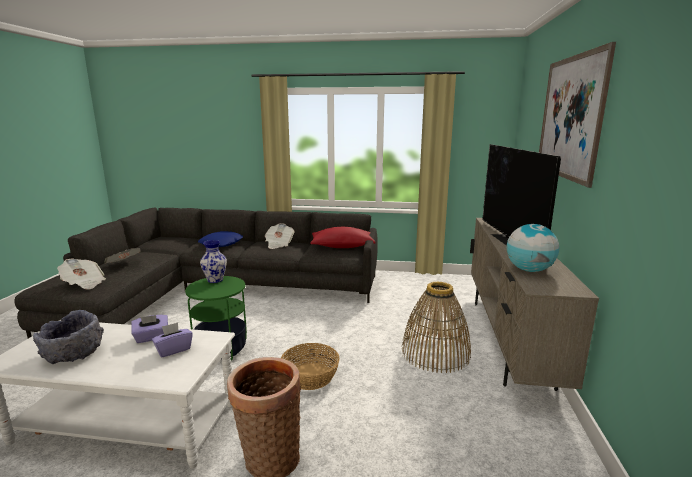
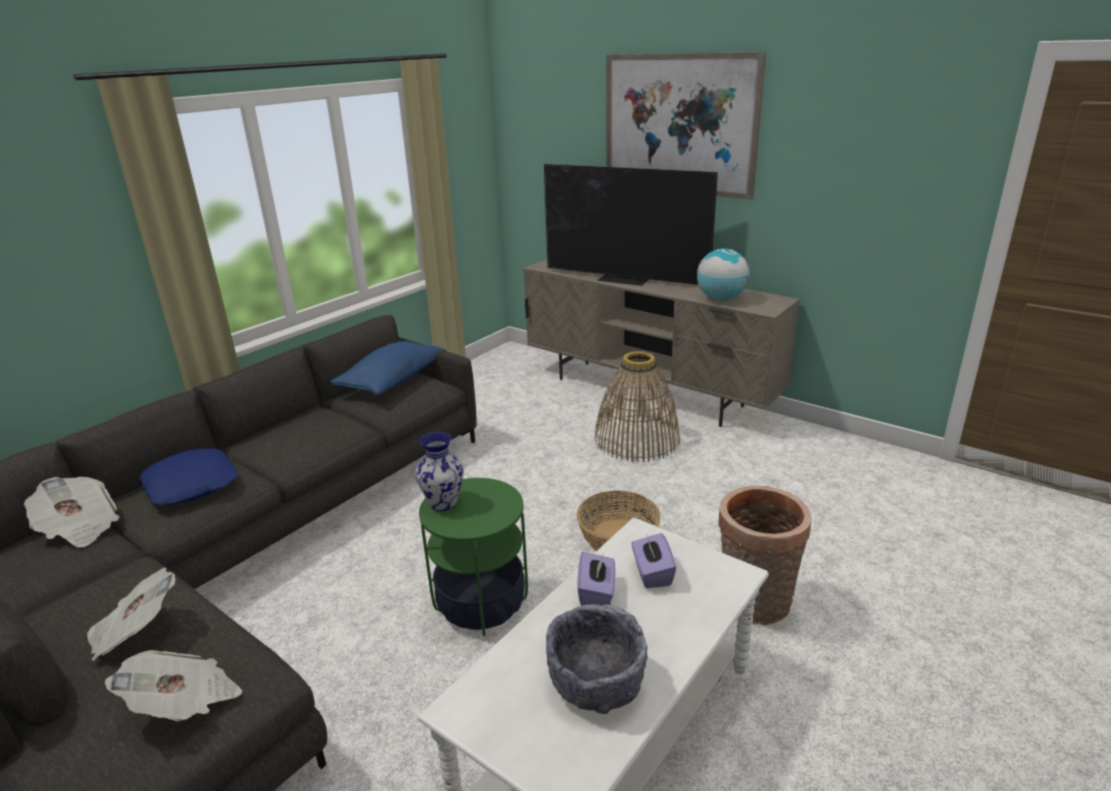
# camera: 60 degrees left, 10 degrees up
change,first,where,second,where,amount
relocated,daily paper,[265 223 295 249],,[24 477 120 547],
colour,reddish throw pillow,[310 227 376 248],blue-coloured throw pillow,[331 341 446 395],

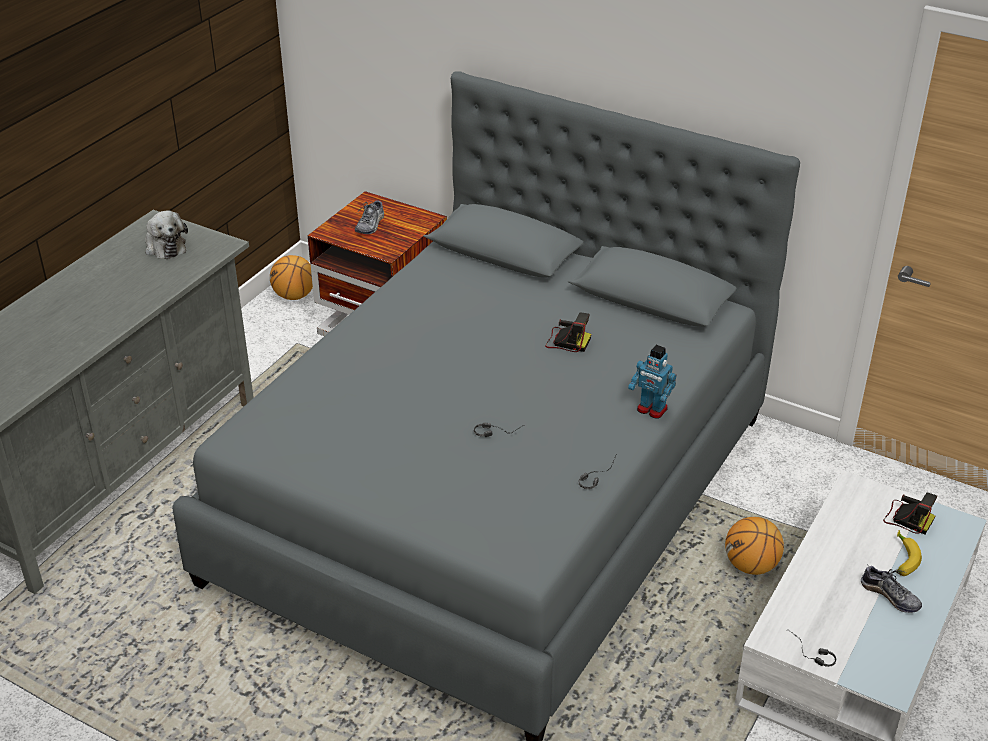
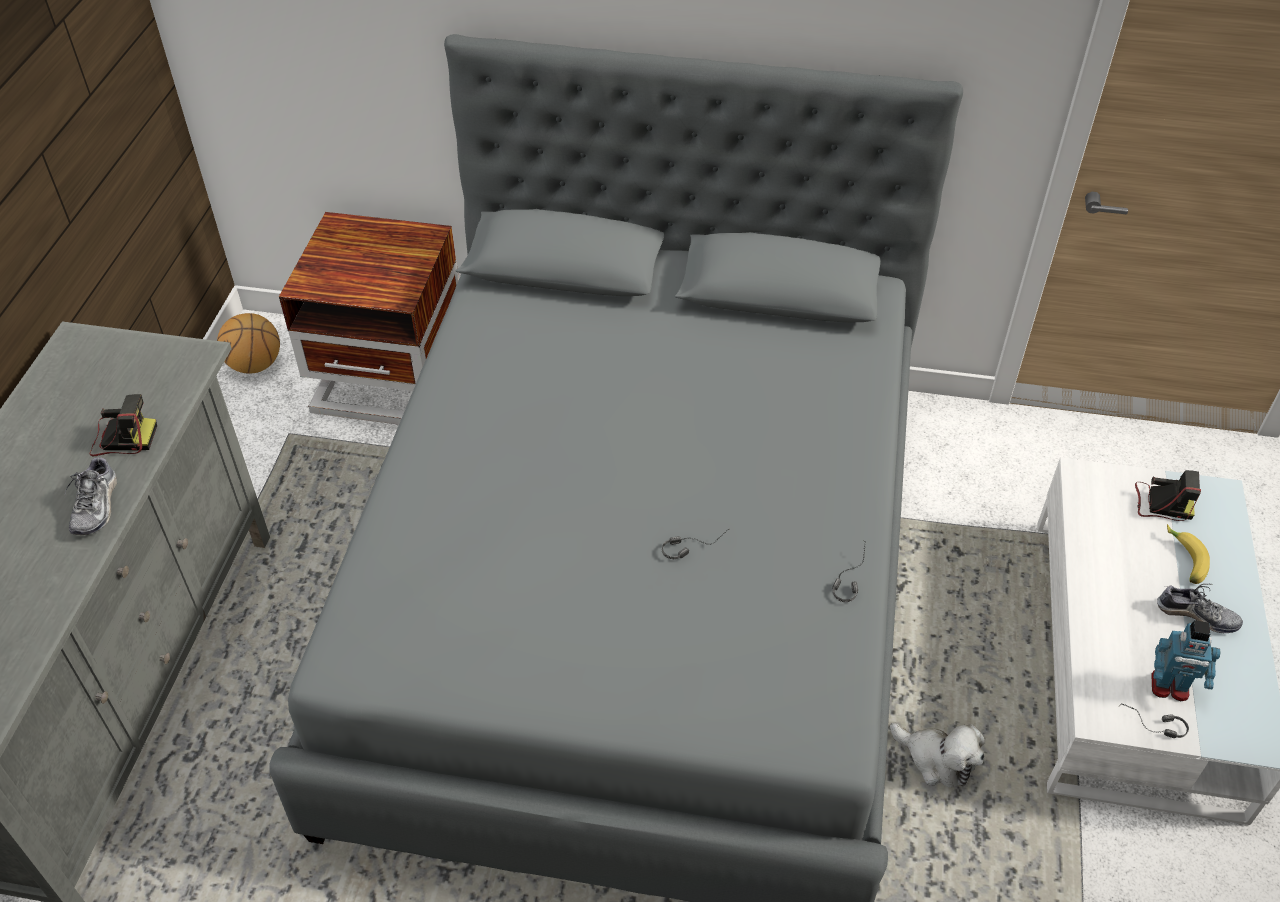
# camera: 20 degrees left, 10 degrees up
change,first,where,second,where,amount
relocated,soft toy,[145 211 188 259],,[890 723 985 787],
relocated,item of footwear,[355 199 384 234],,[64 454 117 535],
relocated,photo camera,[545 313 591 352],,[90 394 157 456],
relocated,model robot,[628 345 677 419],,[1151 620 1221 701],
missing,basketball ball,[725 517 784 575],,,

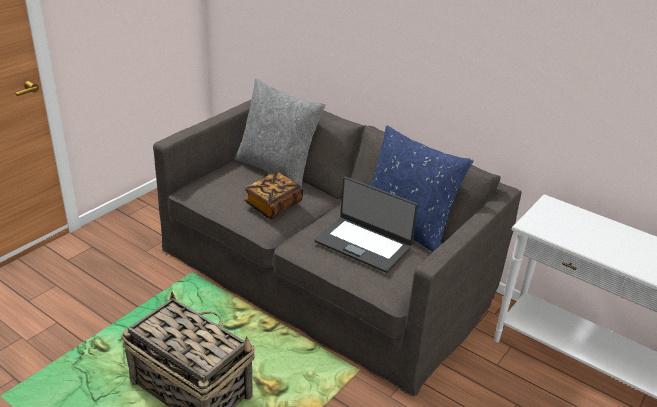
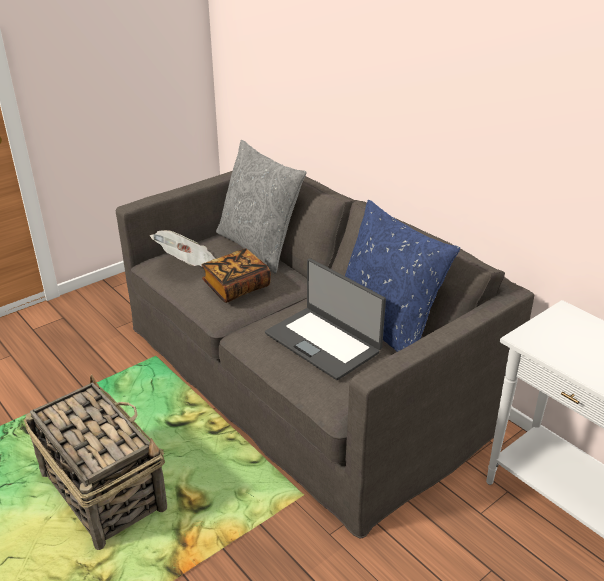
# camera: 15 degrees right, 0 degrees up
change,first,where,second,where,amount
appeared,,,daily paper,[150 230 216 266],

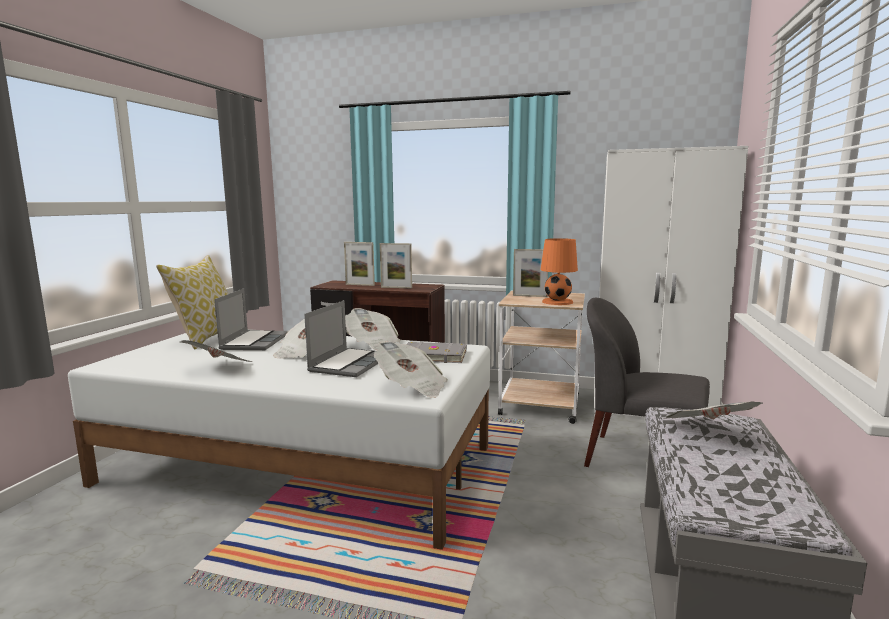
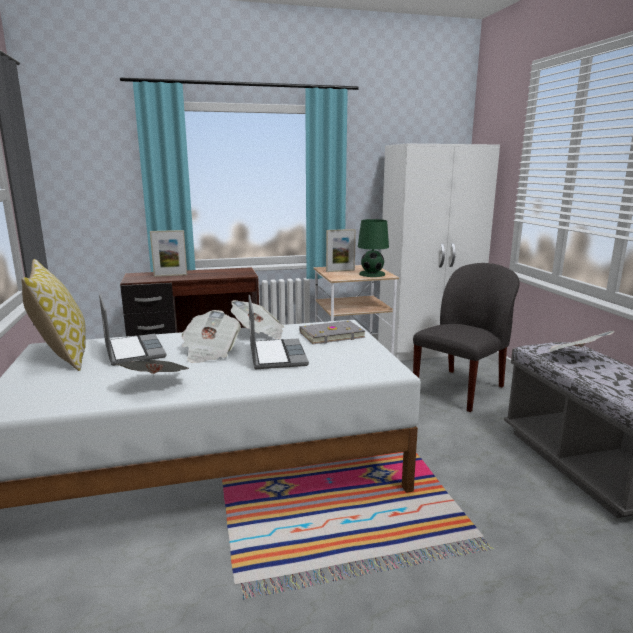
# camera: 30 degrees left, 5 degrees up
change,first,where,second,where,amount
missing,daily paper,[374 341 448 398],,,
missing,picture frame,[380 243 412 288],,,
colour,orange-coloured table lamp,[541 238 578 305],green table lamp,[358 219 389 277],
spun,grey upright chair,[584 298 710 467],,[413 263 520 412],135 degrees clockwise

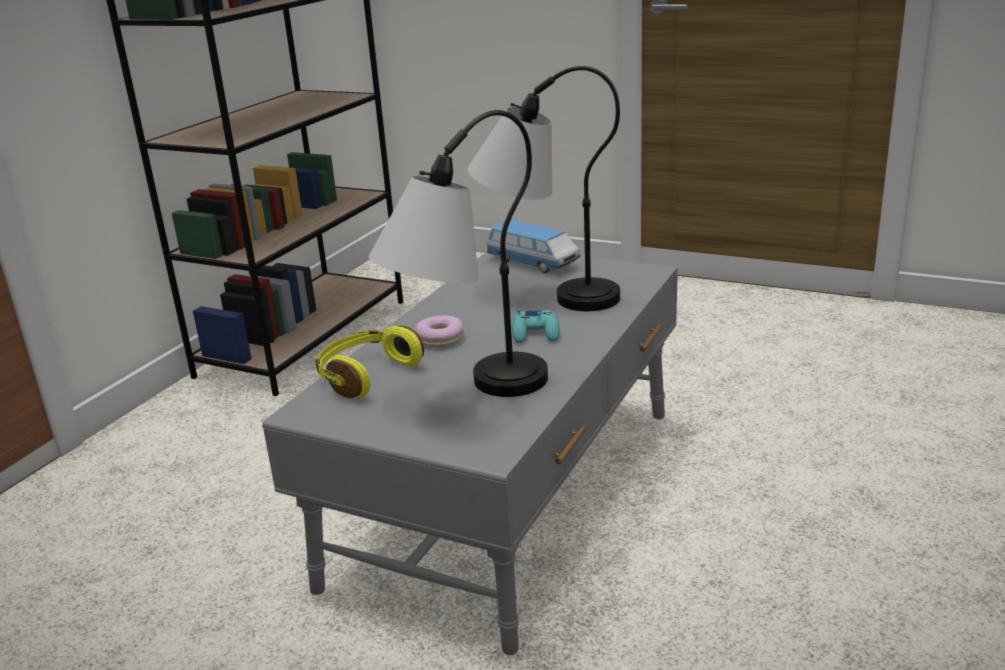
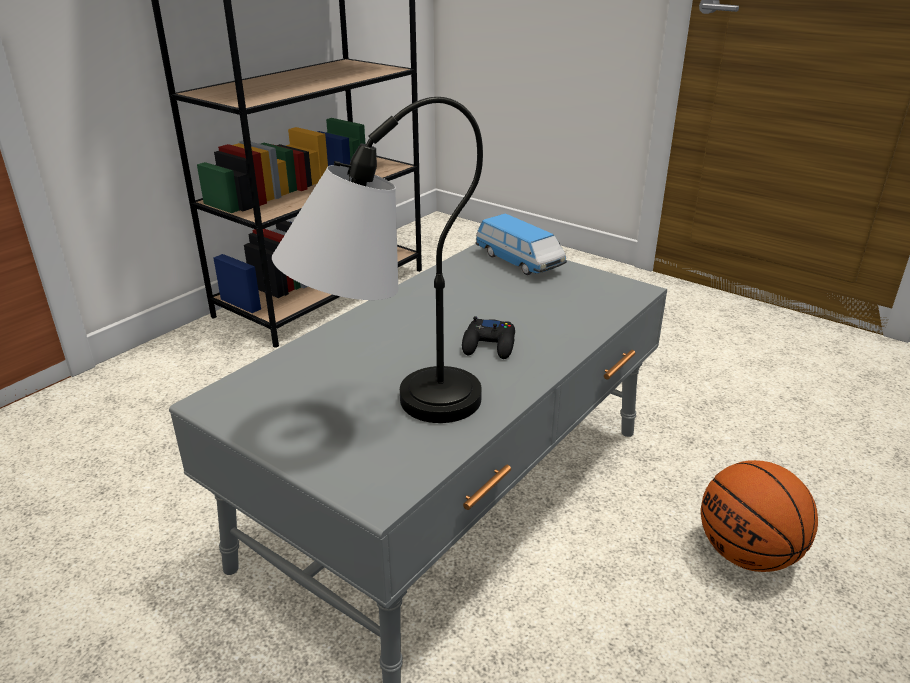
# camera: 10 degrees right, 5 degrees up
change,first,where,second,where,amount
missing,yellowish pair of headphones,[315 326 424 398],,,
missing,donut,[415 315 464 347],,,
missing,table lamp,[468 66 620 311],,,
colour,turquoise-coloured gamepad,[512 309 560 343],black gamepad,[462 316 515 359],
appeared,,,basketball ball,[701 460 818 572],

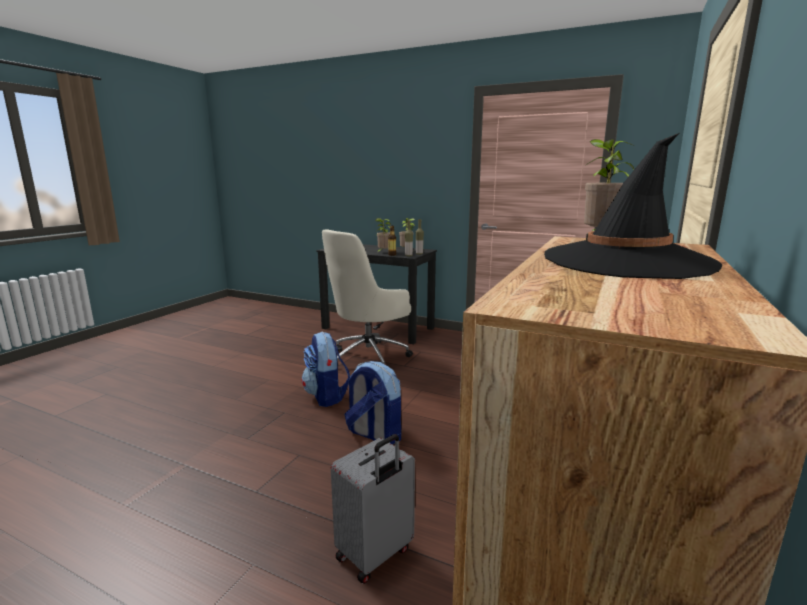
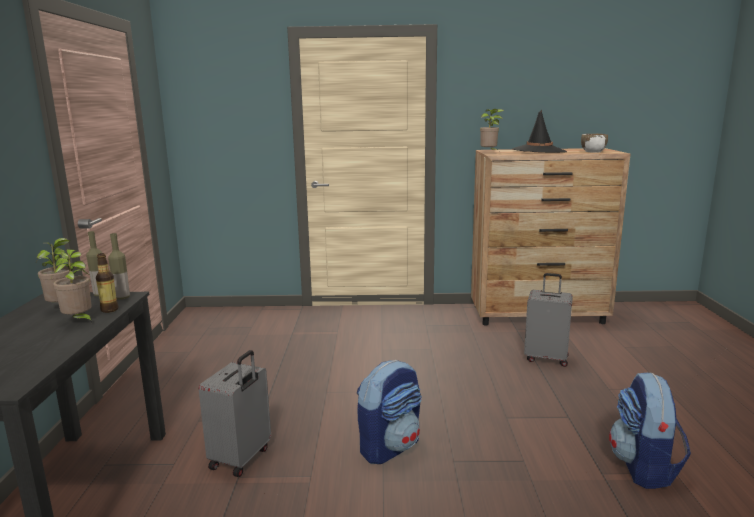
# camera: 115 degrees left, 0 degrees up
change,first,where,second,where,amount
exchanged,beige-coloured desk chair,[322 229 413 364],grey piece of luggage,[199 350 271 477],
relocated,knapsack,[344 361 401 444],,[609 372 691 489],
appeared,,,whitish bowl,[581 134 608 153],

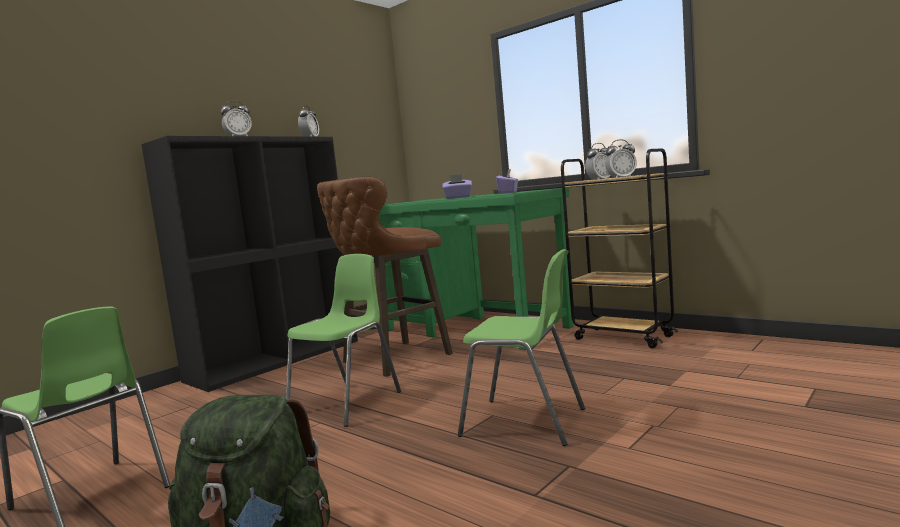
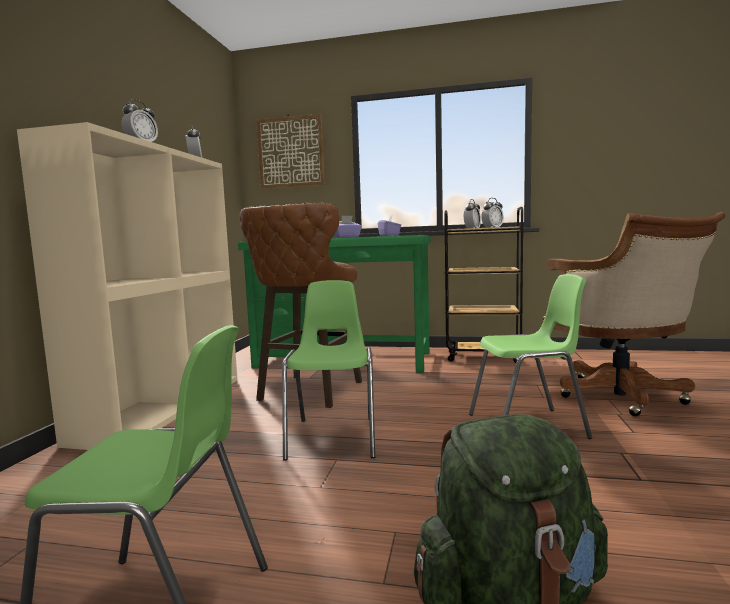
# camera: 30 degrees left, 0 degrees up
change,first,where,second,where,amount
colour,black bookshelf,[141 136 358 392],beige-coloured bookshelf,[17 122 238 450],
appeared,,,picture,[256 114 325 189],
appeared,,,desk chair,[543 212 726 416],

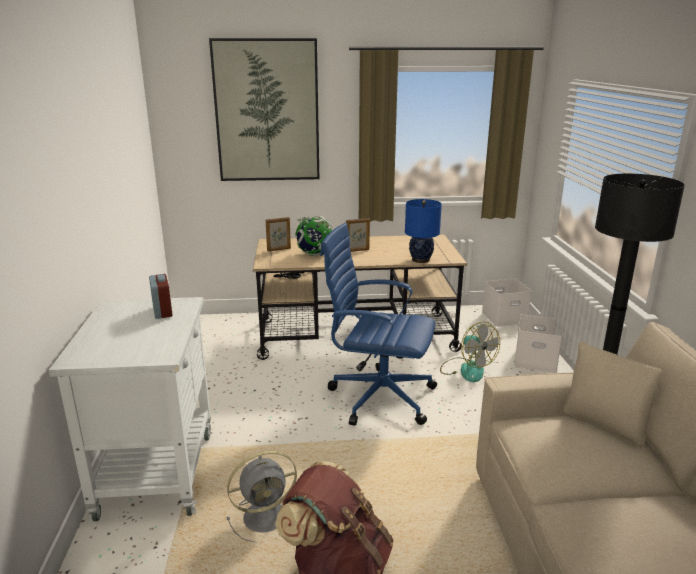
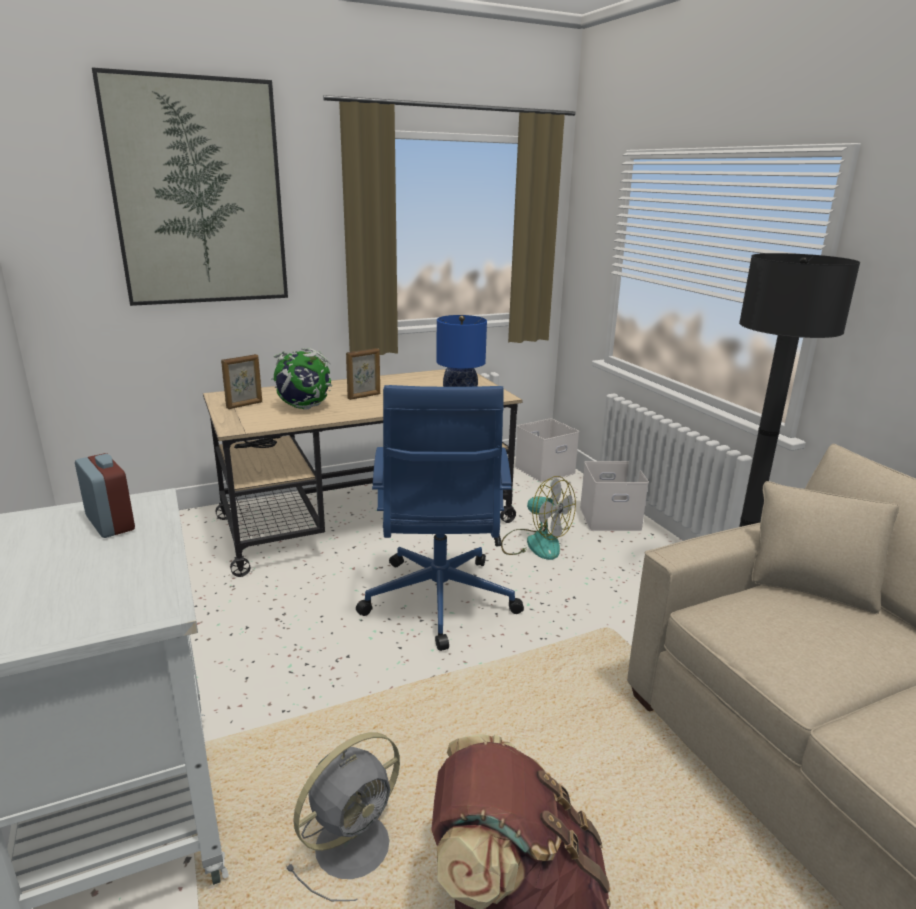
# camera: 20 degrees left, 0 degrees up
change,first,where,second,where,amount
spun,blue-coloured desk chair,[320 223 437 426],,[356 385 524 651],90 degrees counterclockwise

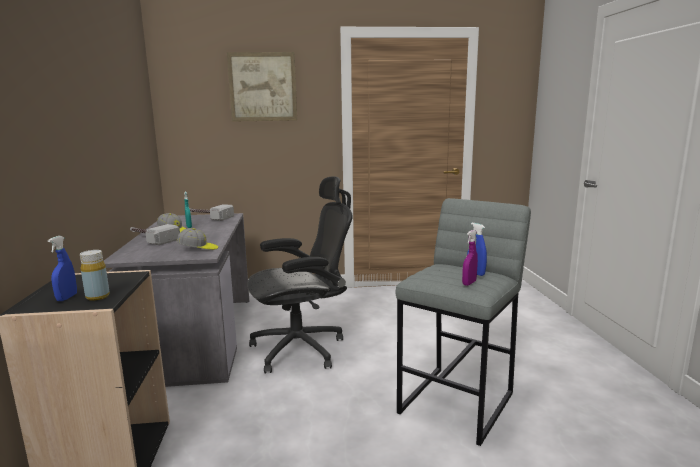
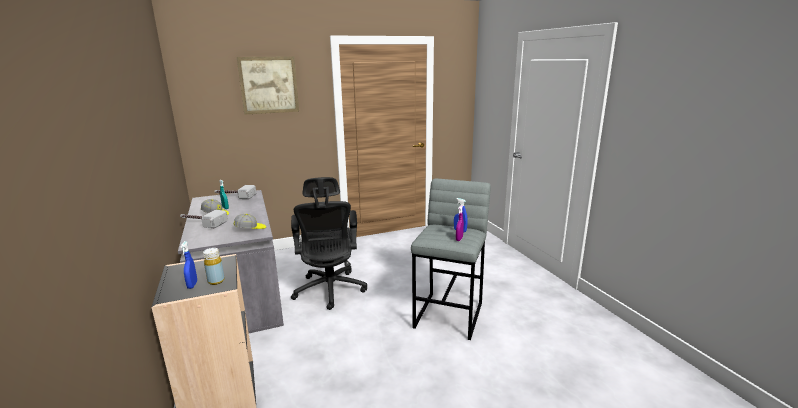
# camera: 15 degrees left, 5 degrees up
change,first,where,second,where,amount
spun,desk chair,[247 176 353 373],,[291 177 367 310],120 degrees clockwise

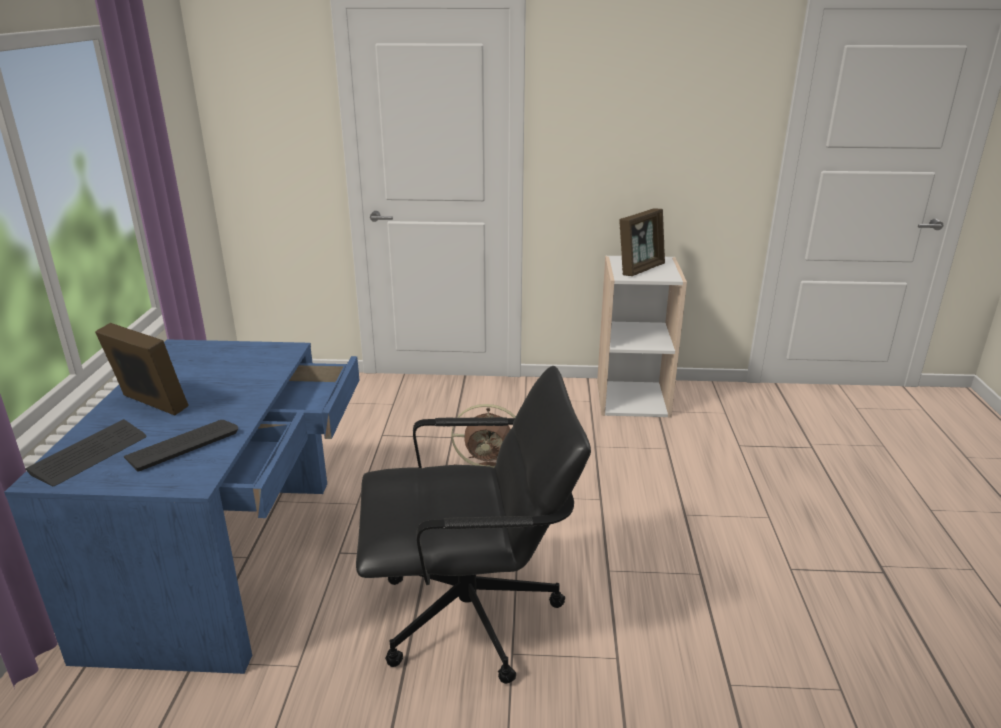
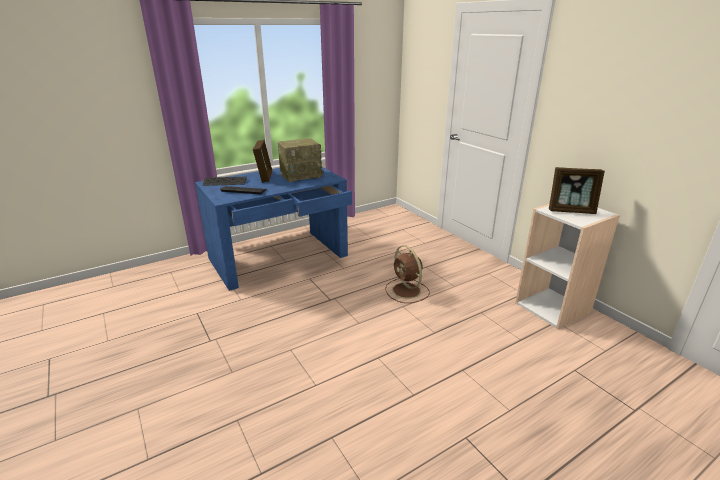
# camera: 55 degrees right, 0 degrees up
change,first,where,second,where,amount
missing,black desk chair,[356 366 591 684],,,
appeared,,,radio,[278 138 324 182],

